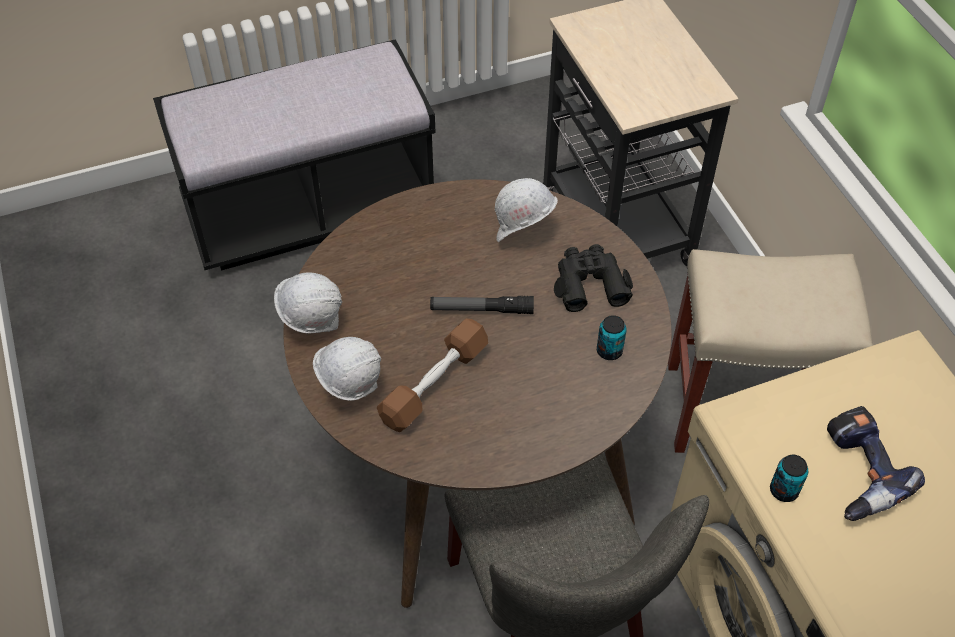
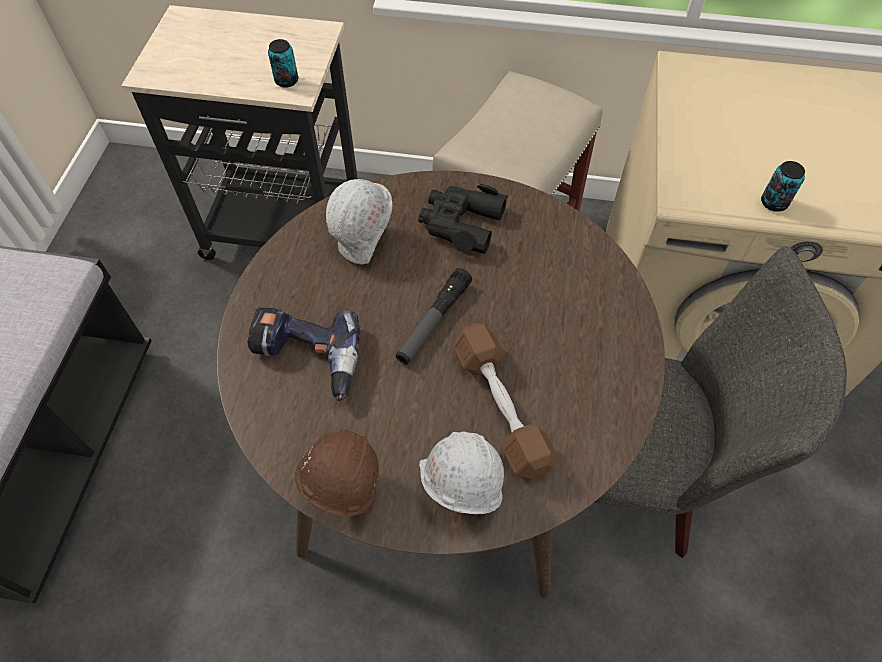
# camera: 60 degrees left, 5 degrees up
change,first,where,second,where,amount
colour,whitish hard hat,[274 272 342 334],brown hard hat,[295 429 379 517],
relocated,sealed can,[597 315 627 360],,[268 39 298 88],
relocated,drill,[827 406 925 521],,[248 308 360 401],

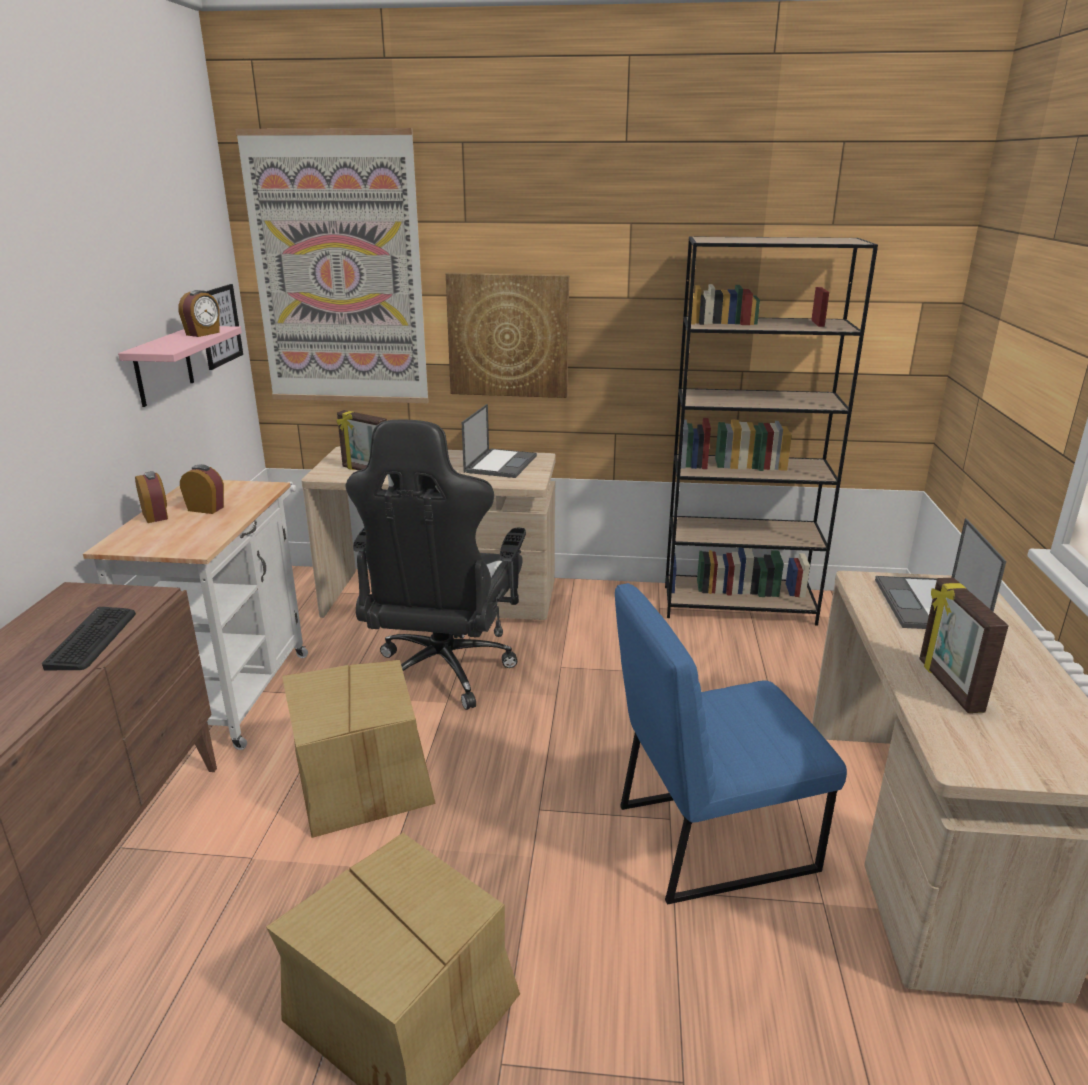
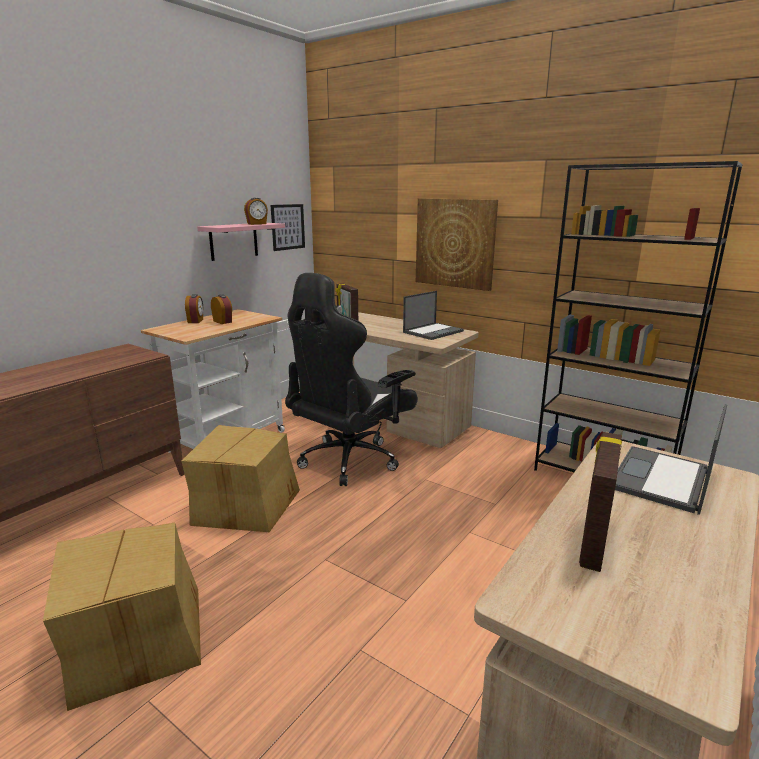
# camera: 30 degrees right, 5 degrees down
change,first,where,second,where,amount
missing,keyboard,[42 607 136 670],,,
missing,picture,[235 128 429 403],,,
missing,blue-coloured upright chair,[615 583 847 904],,,

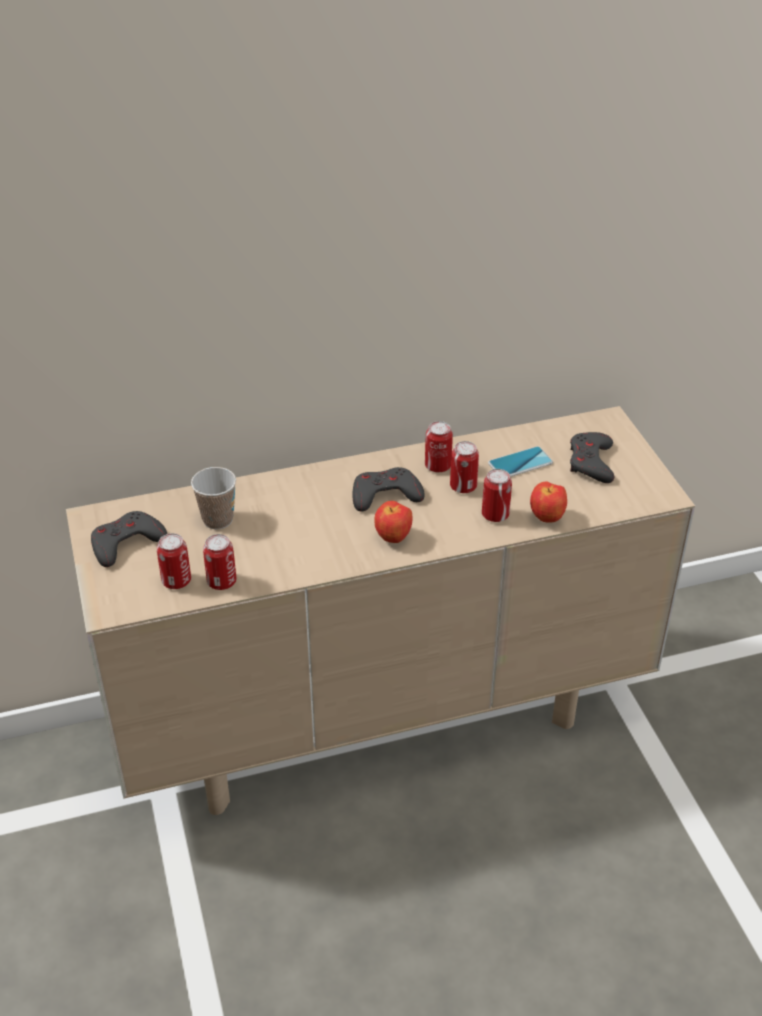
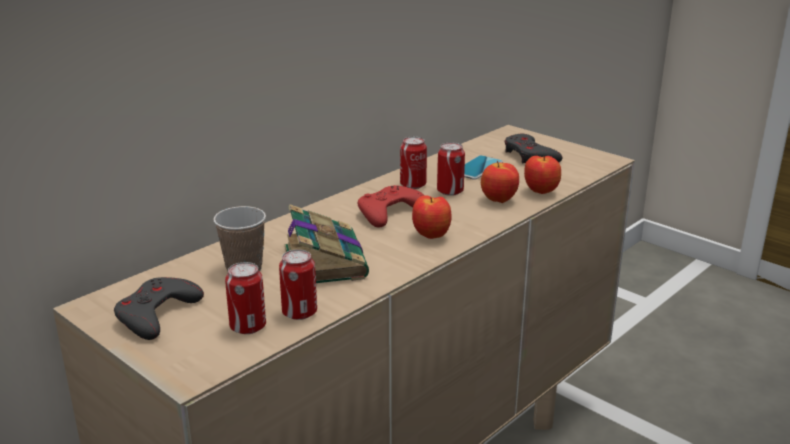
# camera: 30 degrees left, 15 degrees down
change,first,where,second,where,amount
colour,grey gamepad,[352 467 425 511],reddish gamepad,[358 185 425 228],
exchanged,sealed can,[482 469 512 522],apple,[481 161 519 203],
appeared,,,bound book,[285 204 369 283],

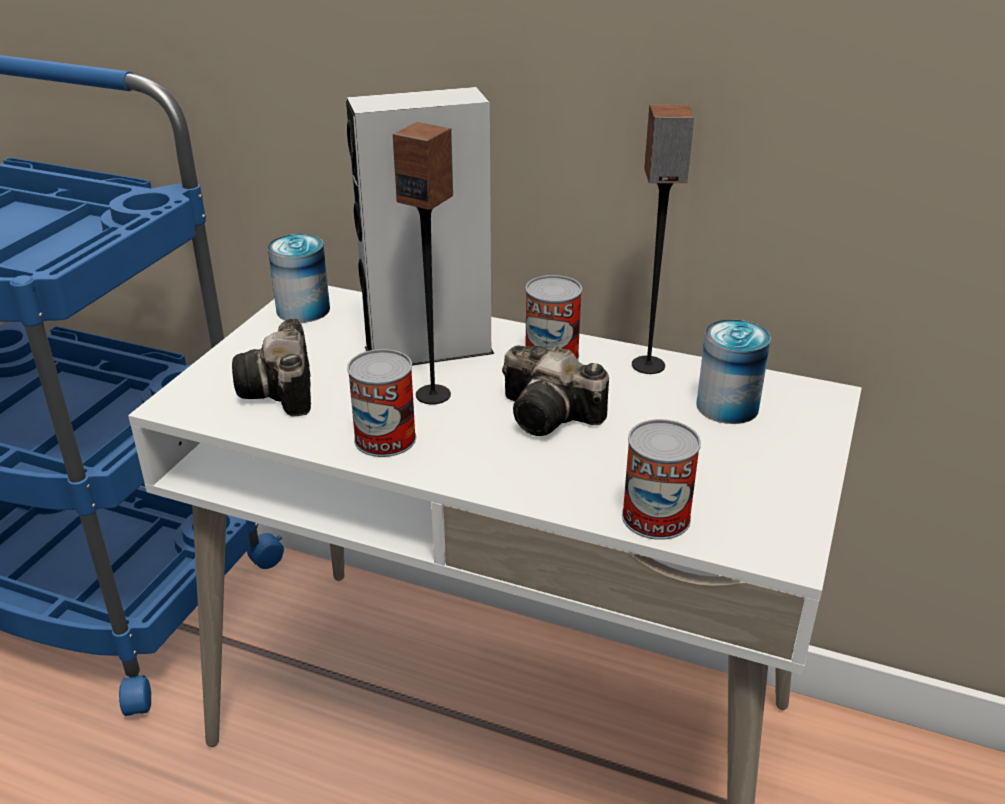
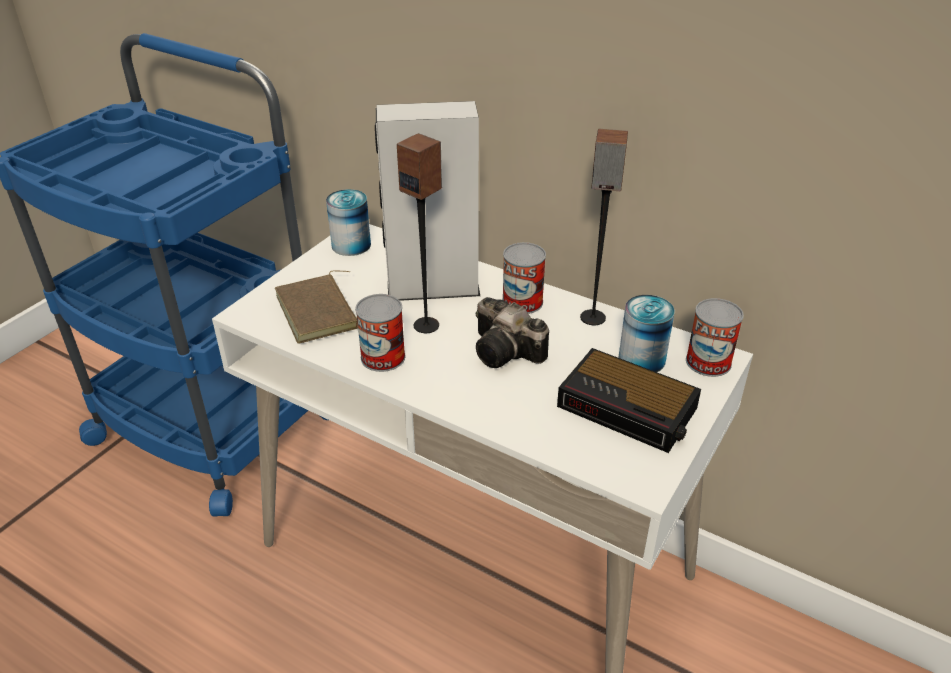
# camera: 10 degrees right, 5 degrees up
change,first,where,second,where,amount
exchanged,photo camera,[232 319 311 417],brown bound book,[275 270 358 344],
relocated,sealed can,[622 419 701 540],,[686 298 744 377],
appeared,,,alarm clock,[557 348 701 453],

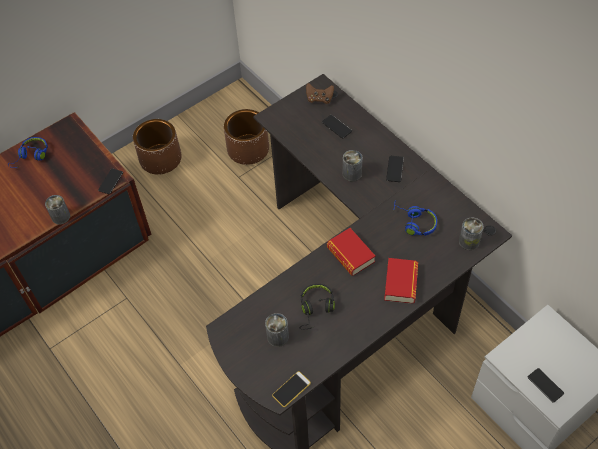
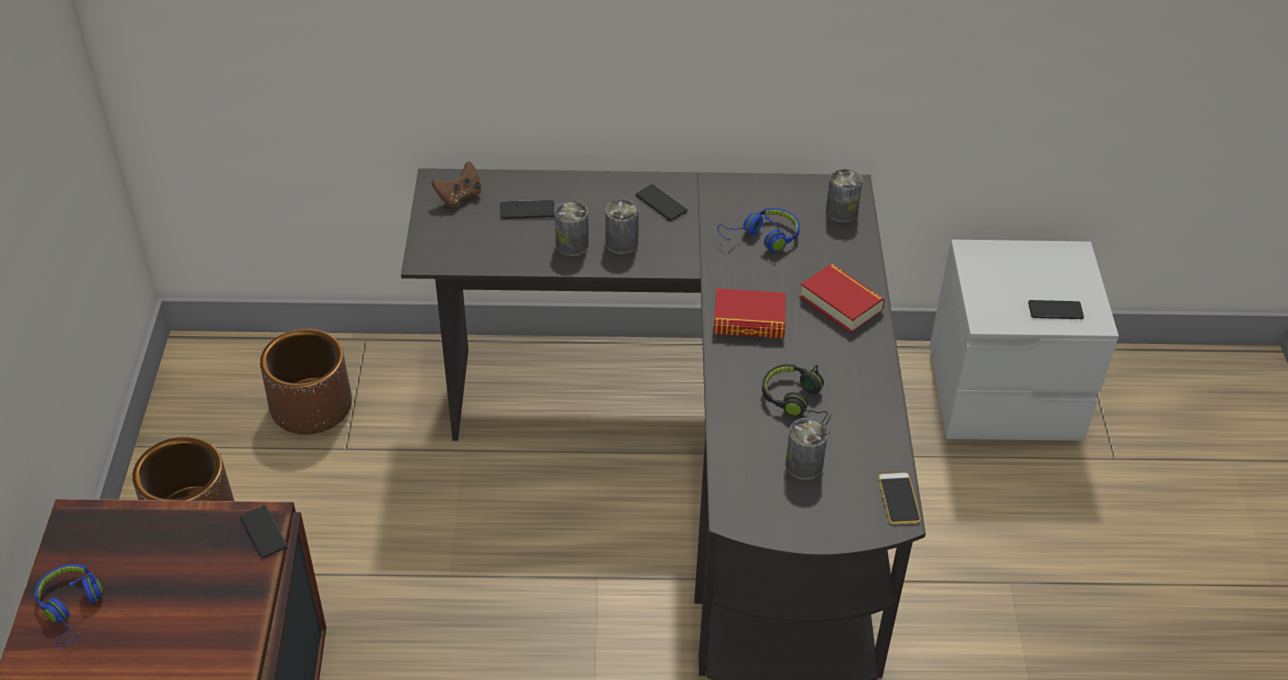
# camera: 55 degrees left, 10 degrees down
change,first,where,second,where,amount
relocated,sealed can,[45 195 70 224],,[555 201 589 256],

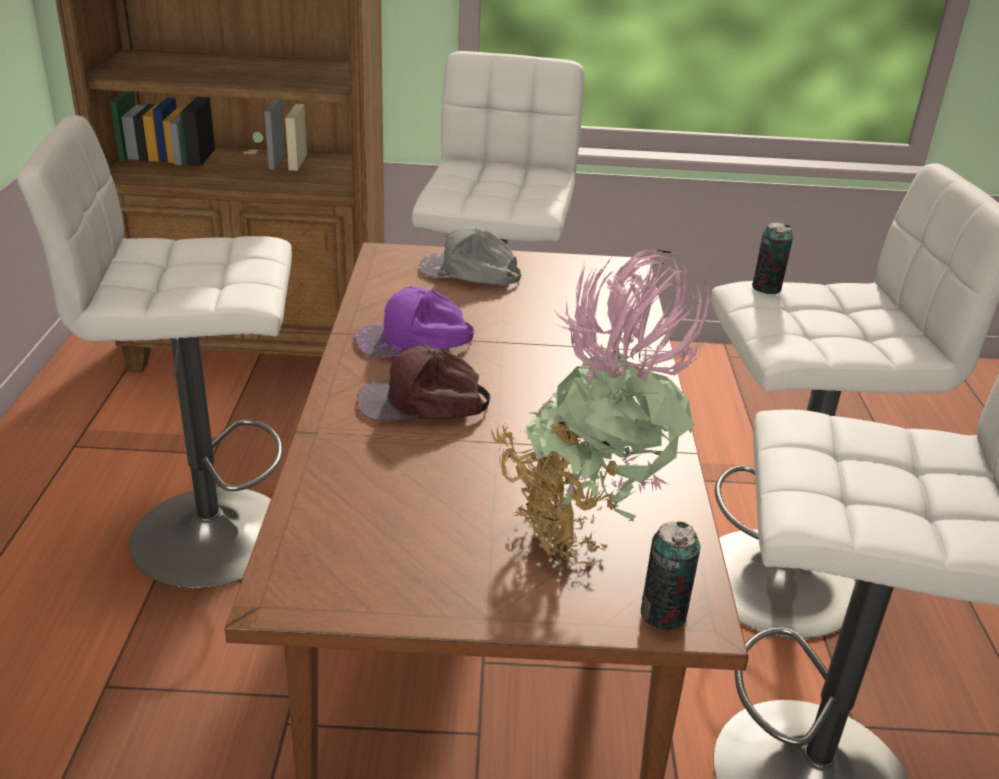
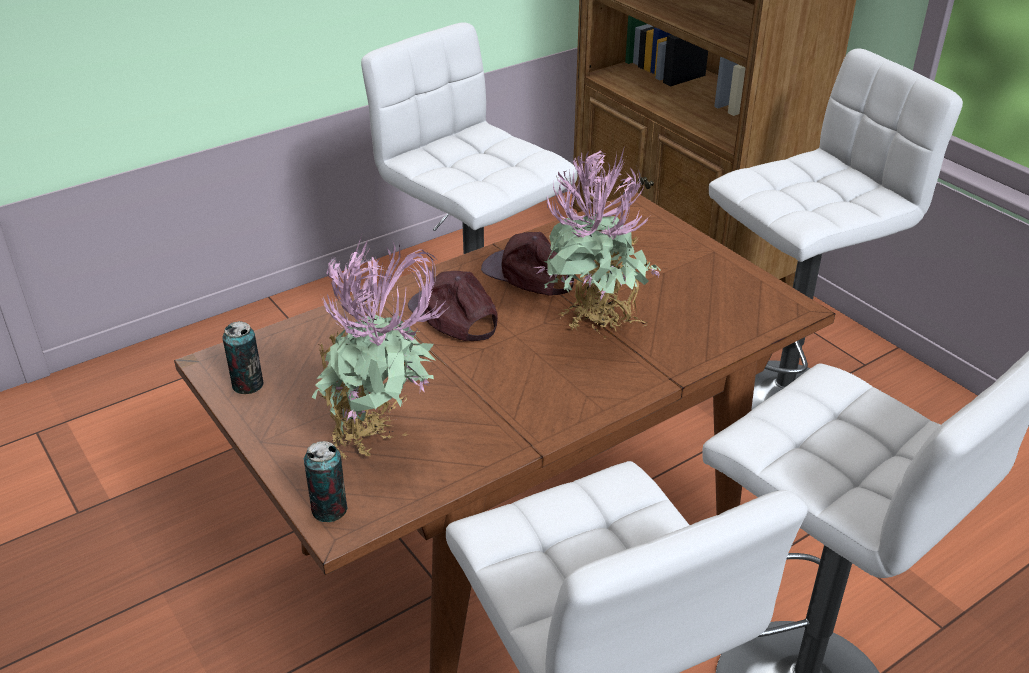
# camera: 55 degrees right, 5 degrees up
change,first,where,second,where,amount
colour,purplish cap,[355 286 474 357],brown cap,[481 232 574 296],
missing,grey cap,[418 226 521 285],,,
relocated,sealed can,[752 222 793 294],,[223 321 264 394],
appeared,,,potted plant,[535 149 661 339],

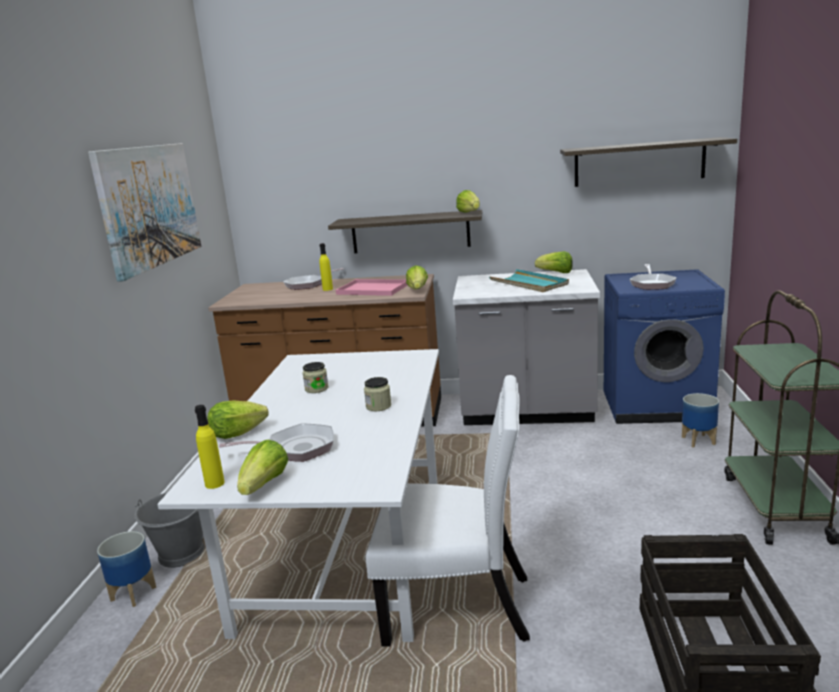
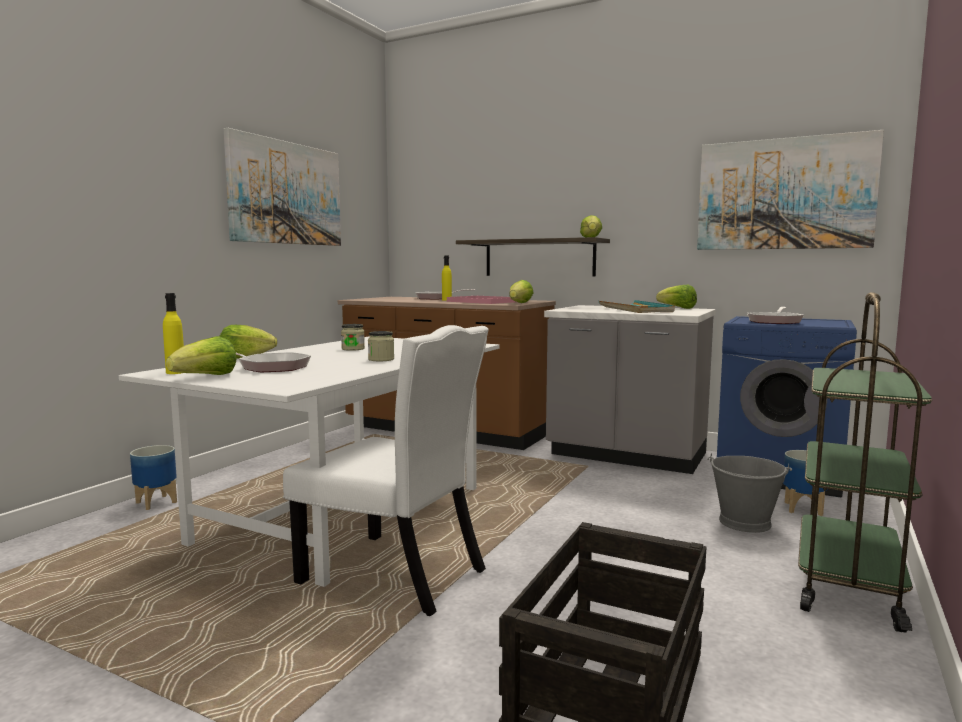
# camera: 20 degrees right, 10 degrees down
change,first,where,second,where,amount
relocated,grey bucket,[134 492 205 568],,[707 453 792 533],
exchanged,bracket shelf,[560 137 737 187],picture,[697 130 884 250],

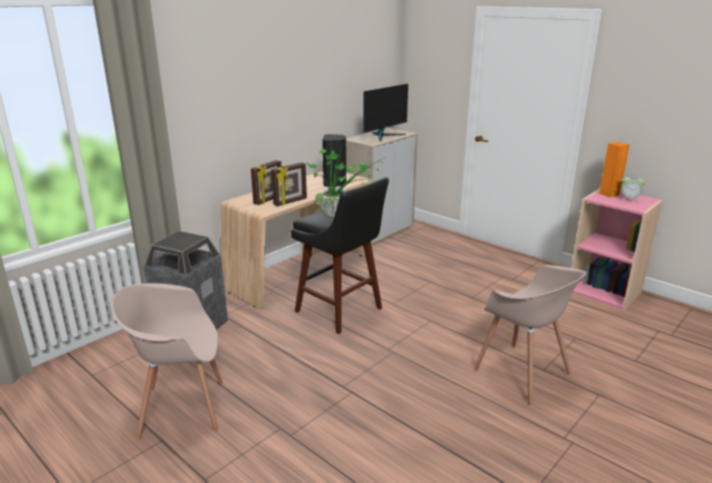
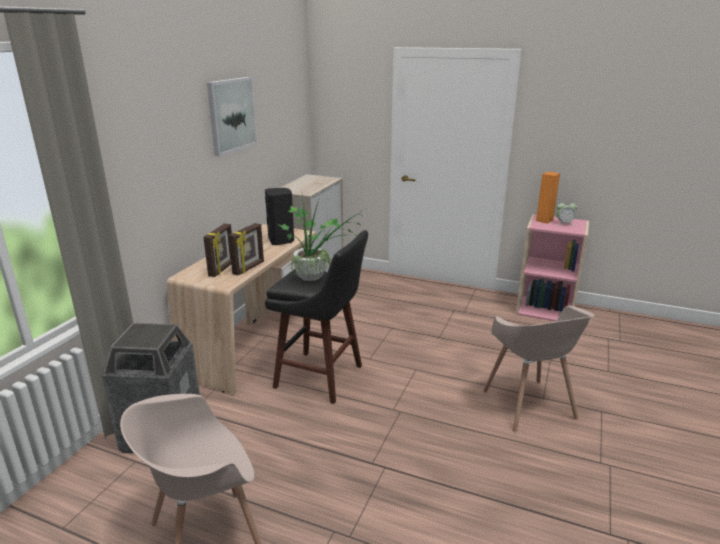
# camera: 20 degrees left, 0 degrees up
change,first,where,second,where,amount
missing,computer display,[363 84 408 142],,,
spun,beige-coloured upright chair,[474 265 586 404],,[483 306 595 432],45 degrees clockwise
appeared,,,picture,[207 77 257 157],

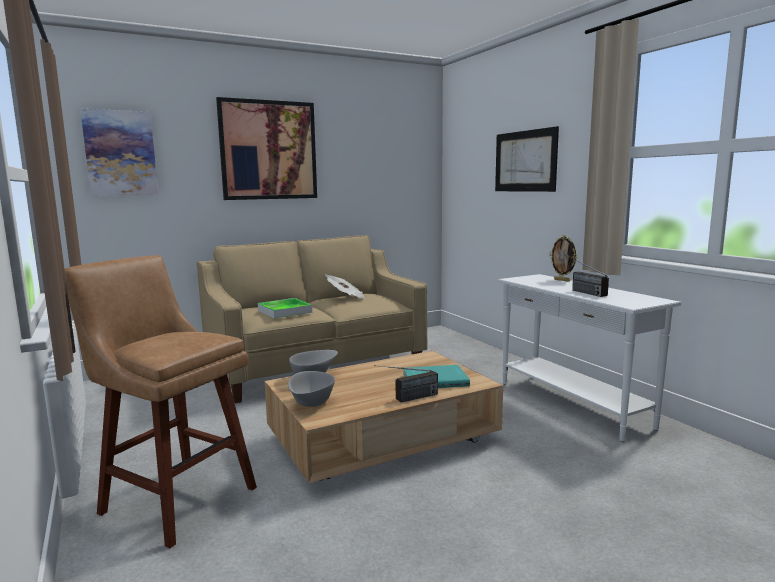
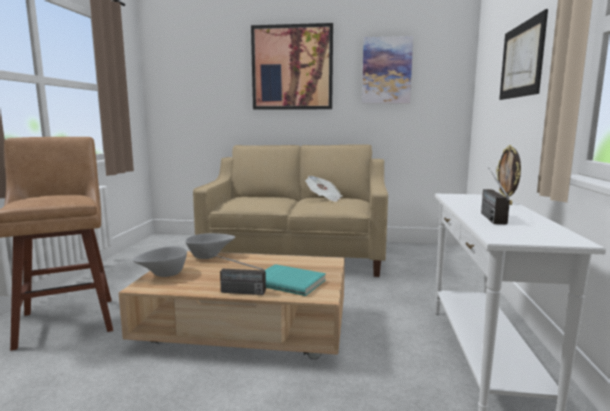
# camera: 35 degrees right, 0 degrees up
change,first,where,second,where,amount
relocated,picture,[80 109 158 196],,[362 36 413 104],
missing,tray,[258 298 312 319],,,

